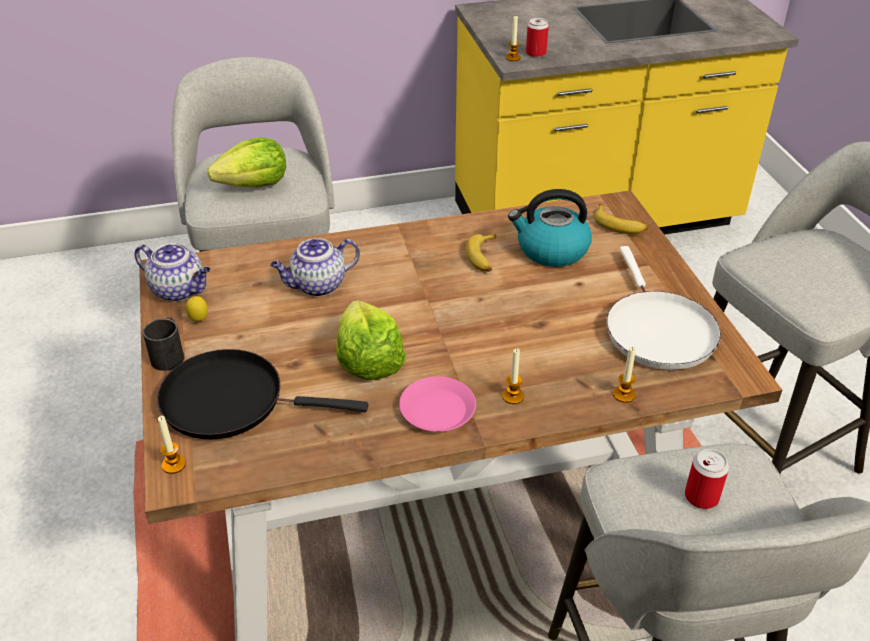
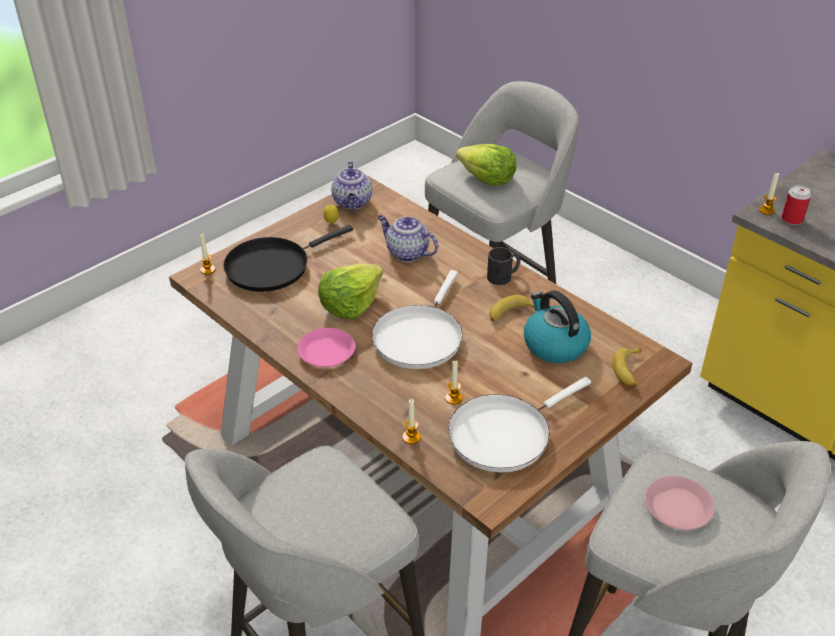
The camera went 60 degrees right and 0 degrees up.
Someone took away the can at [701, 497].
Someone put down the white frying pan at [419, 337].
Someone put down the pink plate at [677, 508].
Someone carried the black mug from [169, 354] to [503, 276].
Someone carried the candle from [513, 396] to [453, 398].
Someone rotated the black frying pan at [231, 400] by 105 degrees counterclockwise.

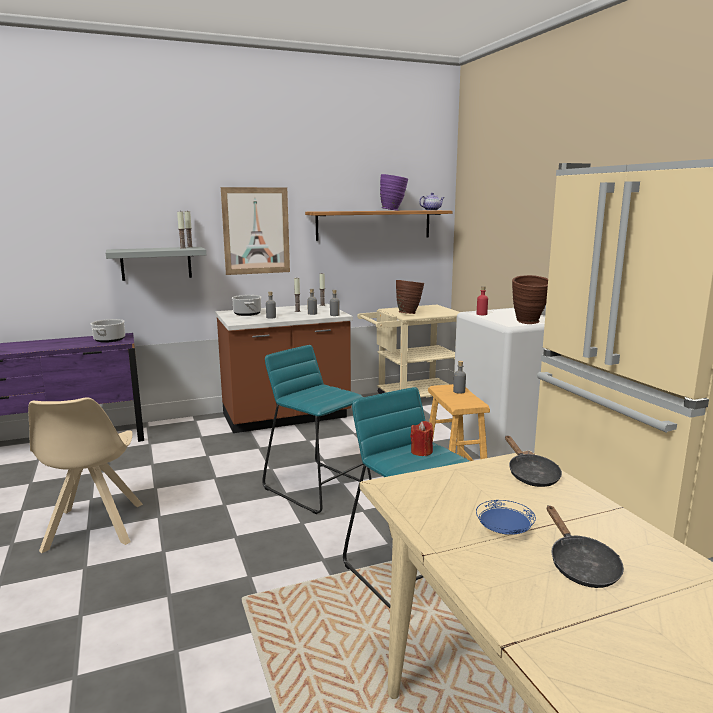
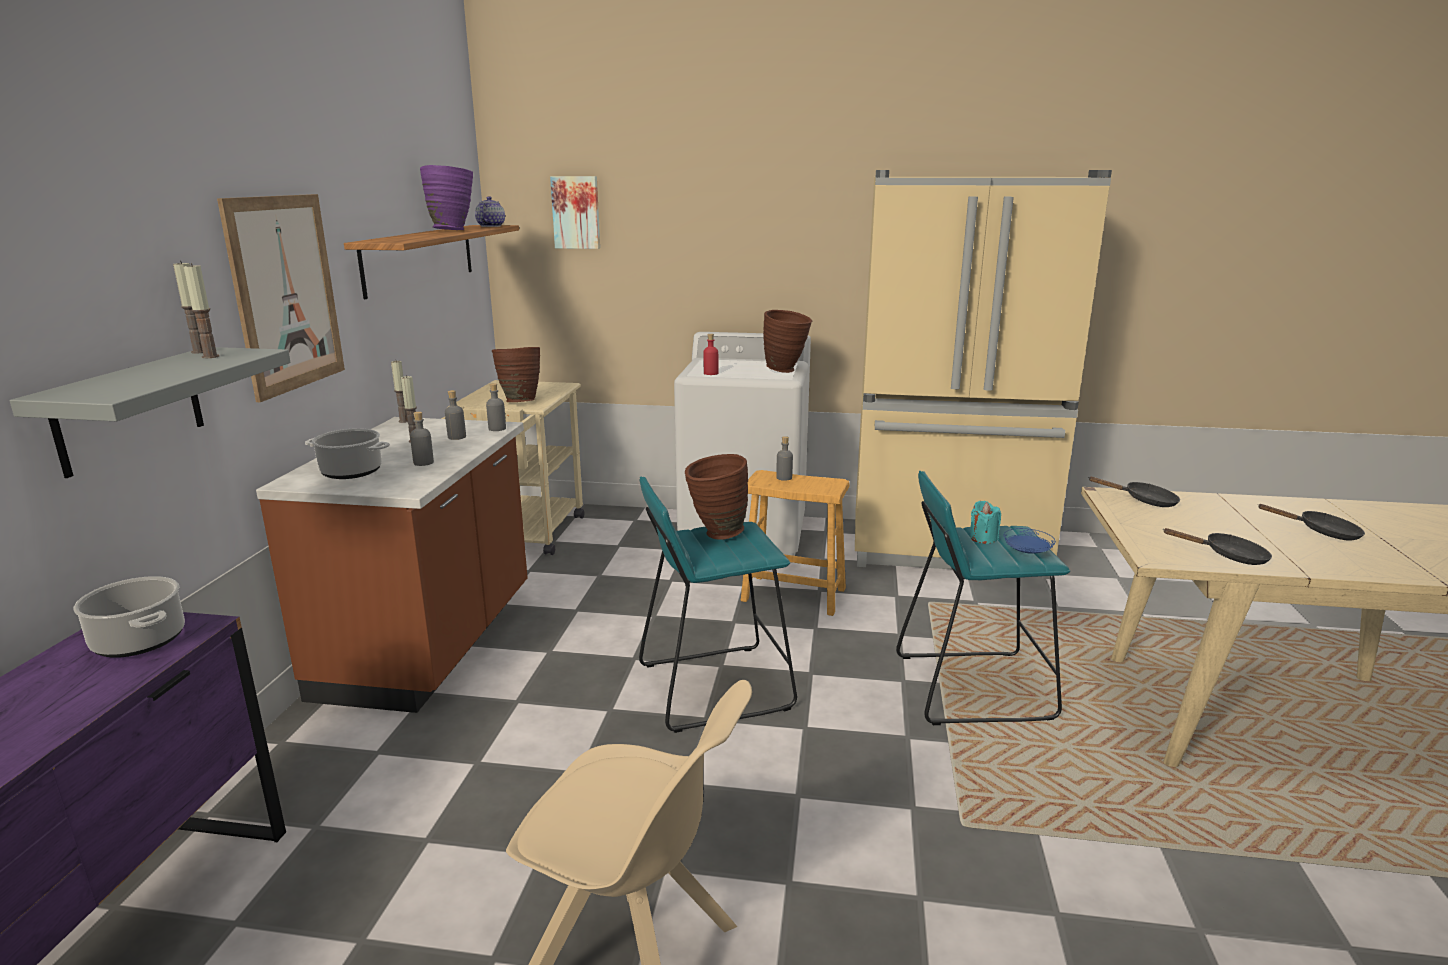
The camera went 60 degrees left and 5 degrees up.
Someone put up the picture at [576, 212].
Someone put down the brown vase at [716, 534].
Someone put down the black frying pan at [1228, 556].
Someone carried the blue plate from [504, 531] to [1026, 553].
Someone repainted the red candle at [421, 452], which became the turquoise candle at [983, 538].

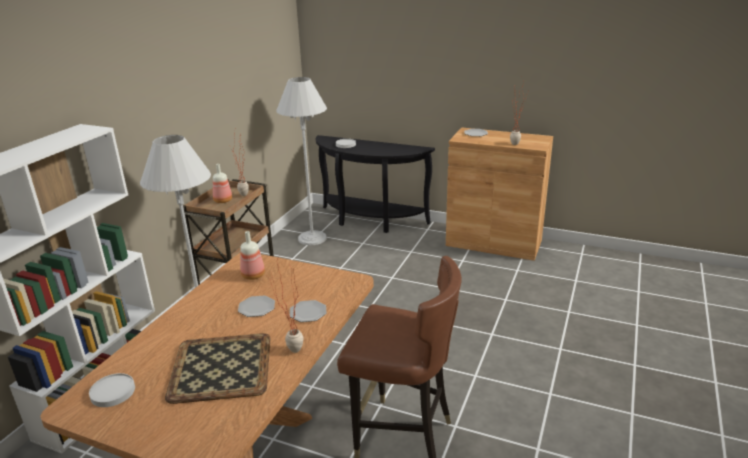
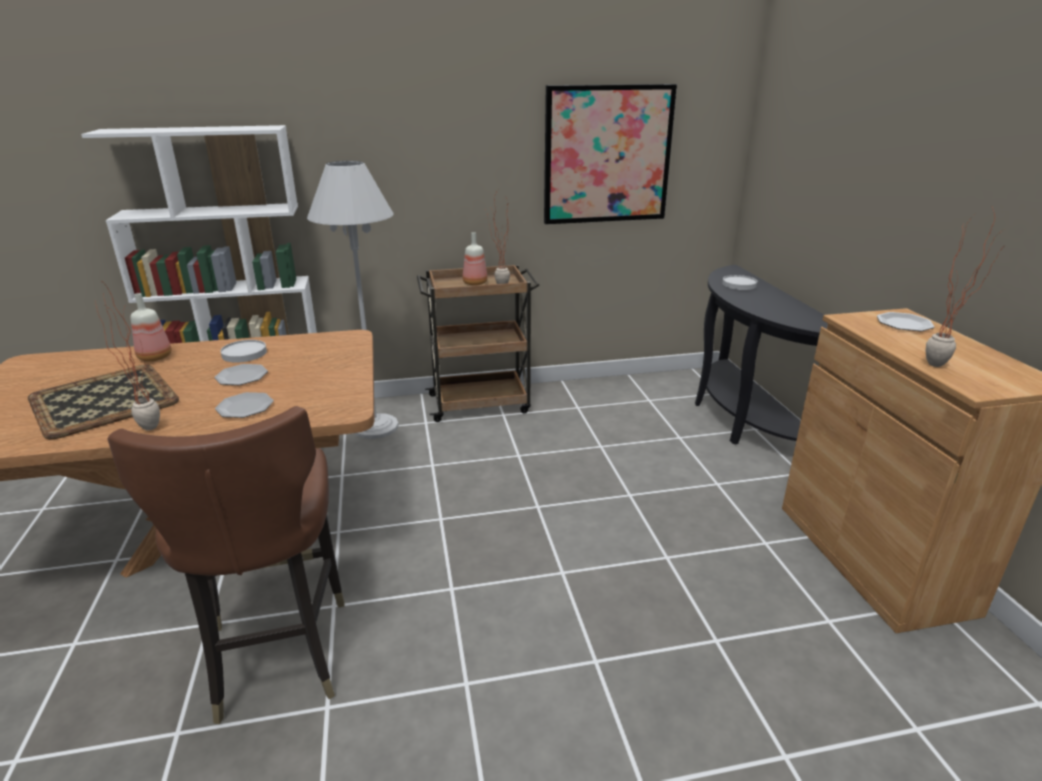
The camera went 55 degrees right and 0 degrees up.
Someone took away the white floor lamp at [312, 238].
Someone put up the picture at [607, 155].
Someone carried the white plate from [112, 392] to [244, 353].
Someone carried the bottle from [254, 275] to [156, 357].

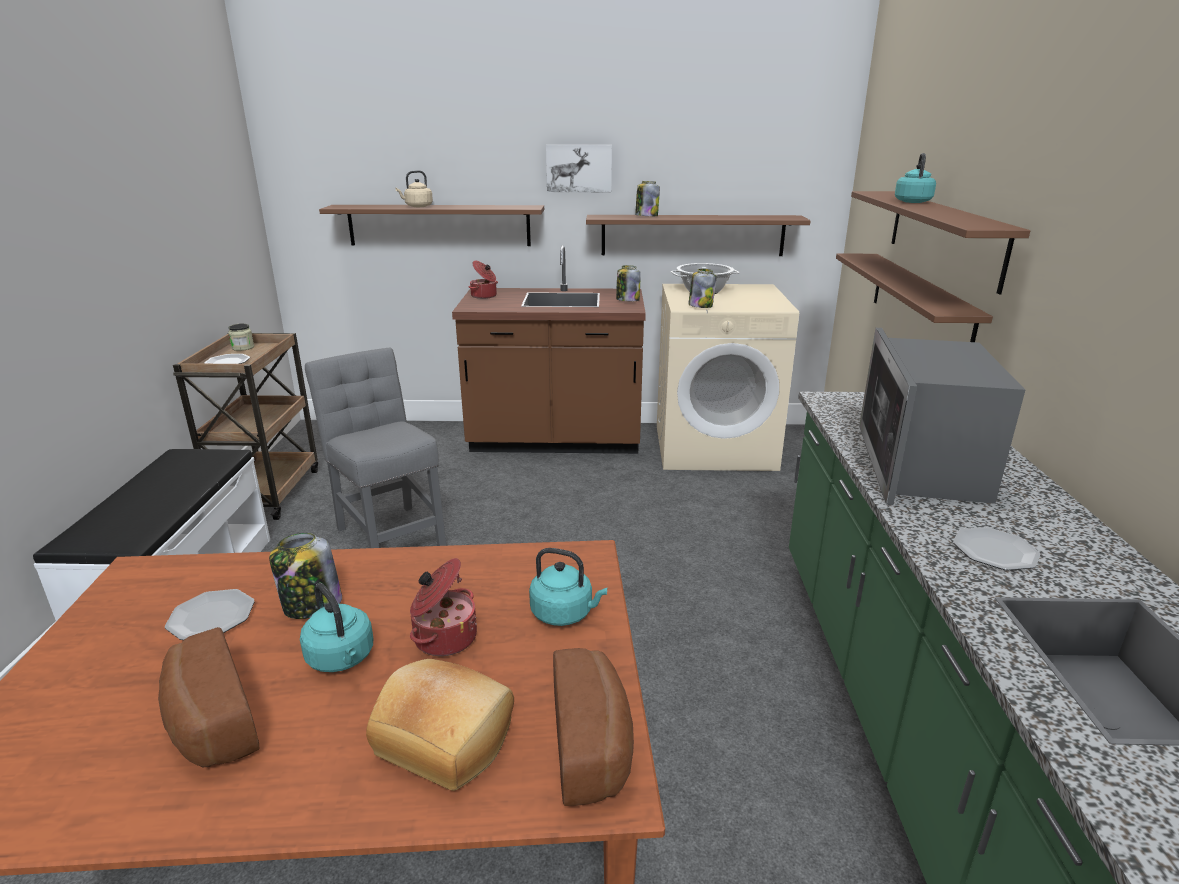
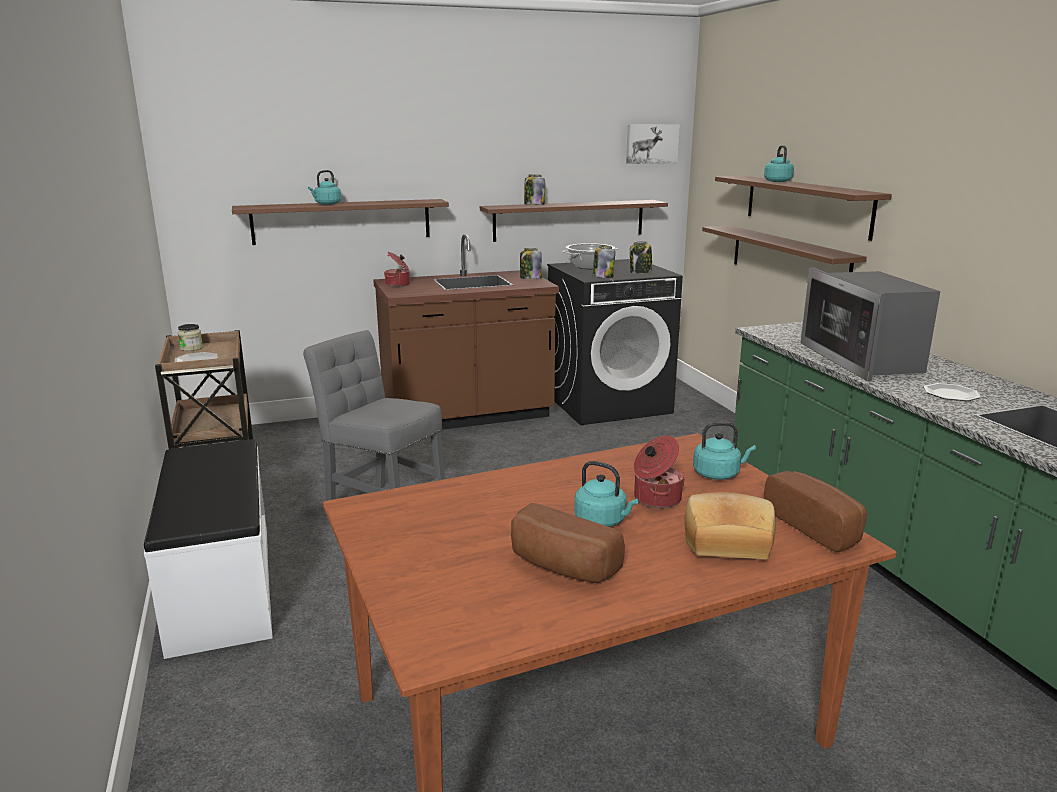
The camera went 20 degrees left and 5 degrees down.
Someone took away the plate at [211, 617].
Someone carried the jar from [311, 605] to [640, 272].
Someone carried the picture from [579, 168] to [651, 143].
Someone repainted the beige kettle at [417, 206], which became the turquoise kettle at [326, 204].
Someone repainted the beige washing machine at [715, 447], which became the black washing machine at [608, 403].

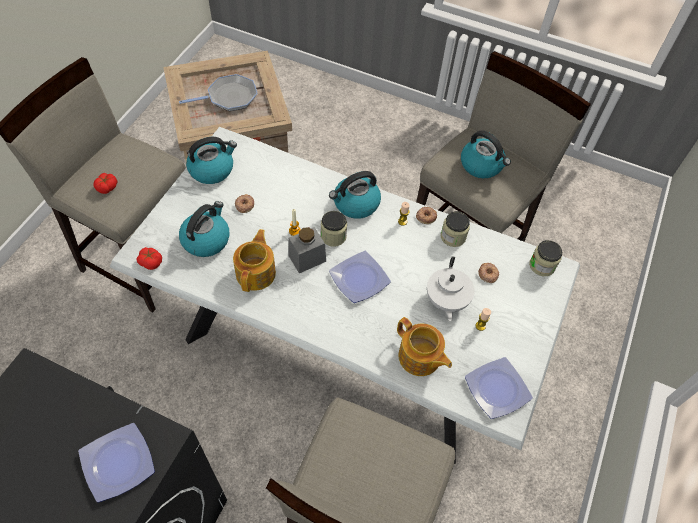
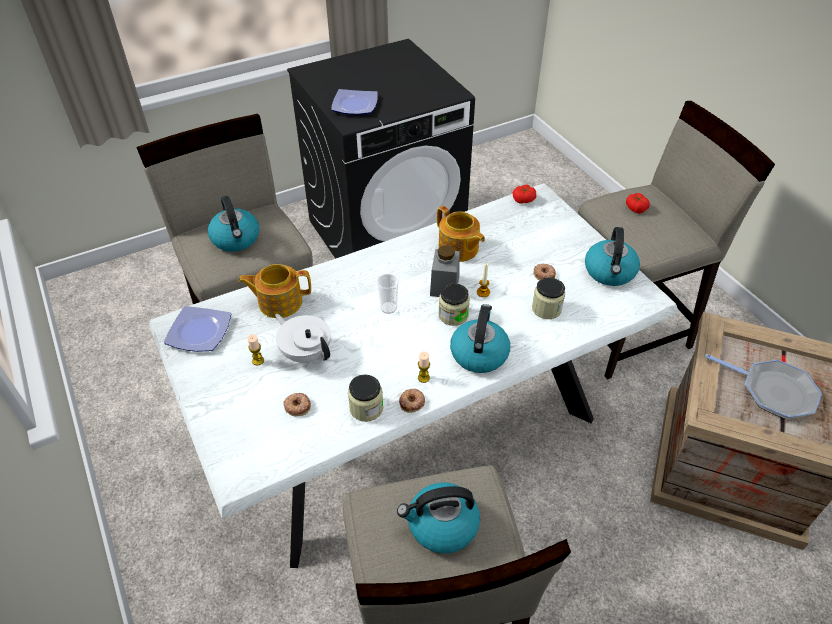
The camera went 130 degrees right and 10 degrees down.
Someone carried the kettle from [206, 239] to [236, 239].
Someone carried the jar from [542, 265] to [546, 309].
Someone swapped the plate at [360, 279] for the cup at [388, 308].
Someone rotated the frying pan at [229, 97] by 75 degrees counterclockwise.

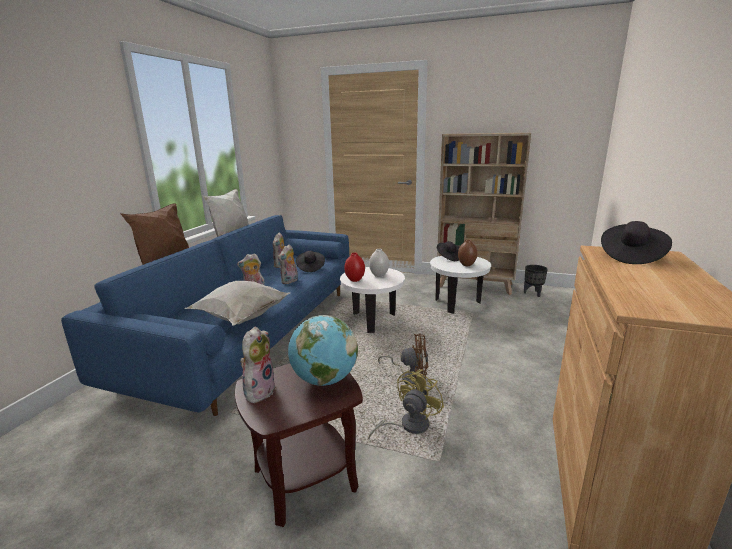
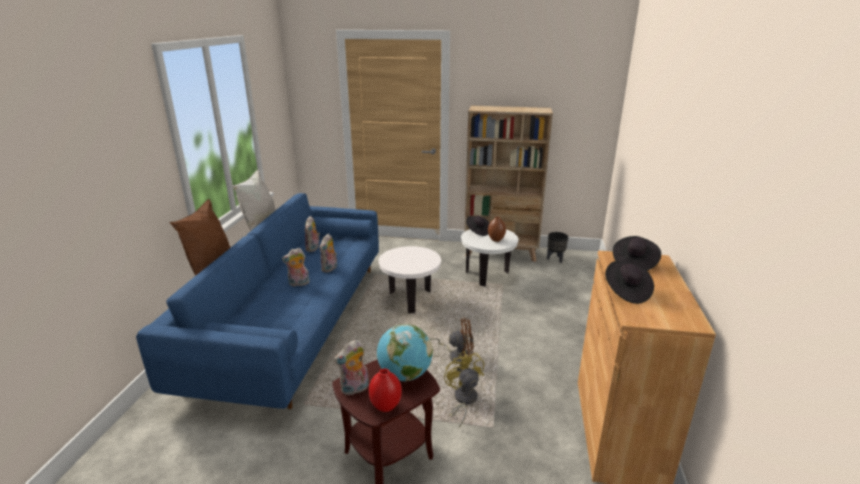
The camera went 10 degrees left and 5 degrees up.
Someone took away the white pillow at [241, 318].
Someone took away the white vase at [378, 275].
Someone carried the black hat from [310, 268] to [626, 292].
Someone carried the red vase from [355, 280] to [385, 407].
Someone rotated the plush toy at [259, 391] by 135 degrees counterclockwise.
Someone rotated the yellow fan at [408, 426] by 45 degrees counterclockwise.

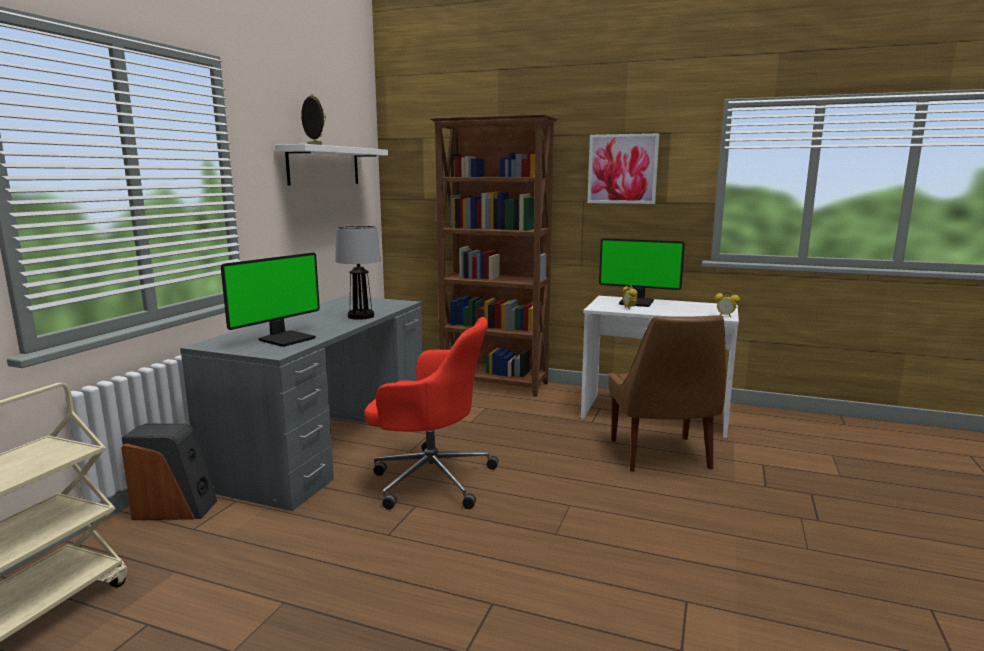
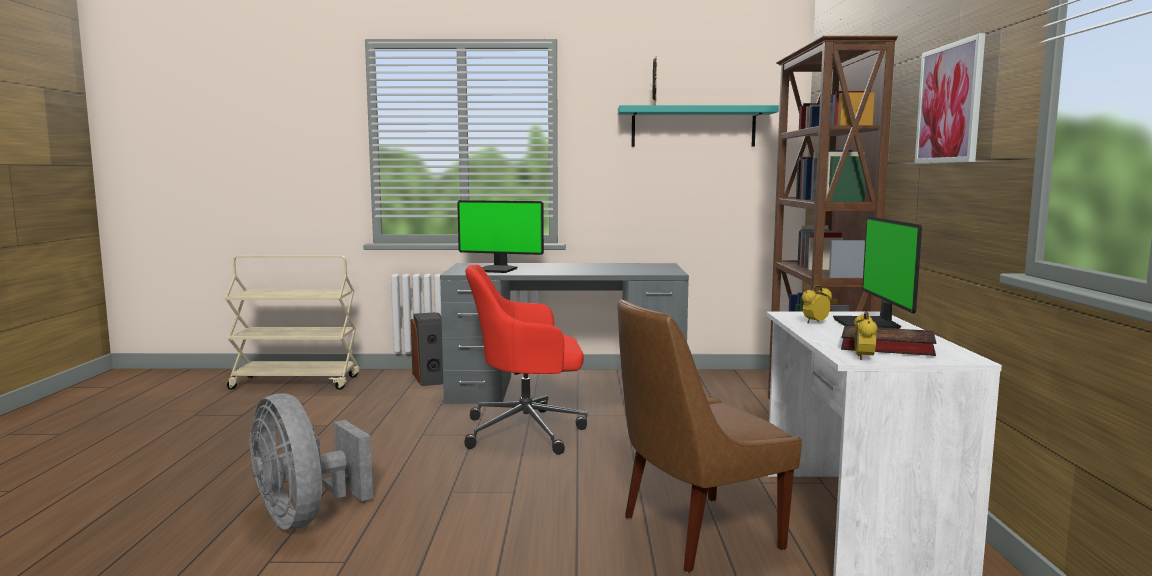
The camera went 70 degrees right and 5 degrees down.
Someone took away the table lamp at [361, 316].
Someone put down the grey fan at [305, 517].
Someone put down the book at [884, 347].
Someone repainted the white shelf at [324, 166], which became the turquoise shelf at [693, 127].
Someone rotated the red office chair at [430, 478] by 90 degrees clockwise.

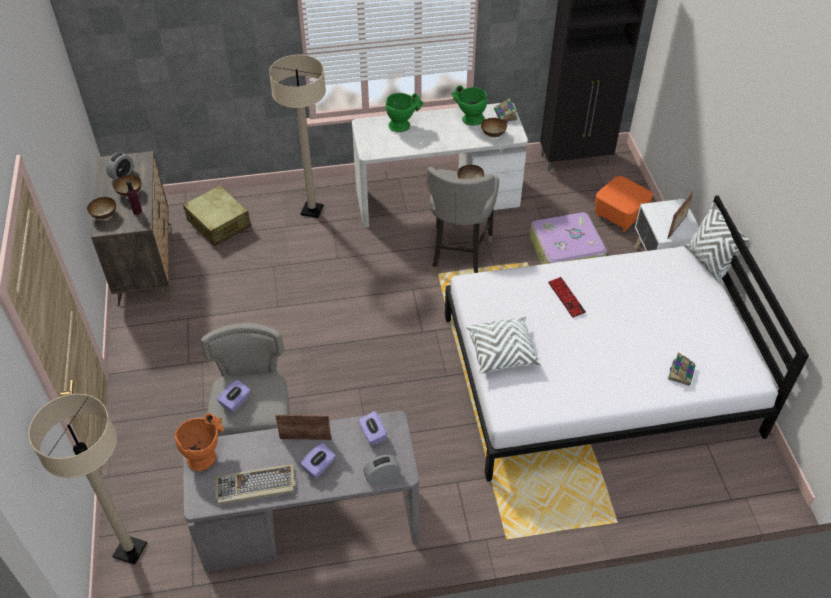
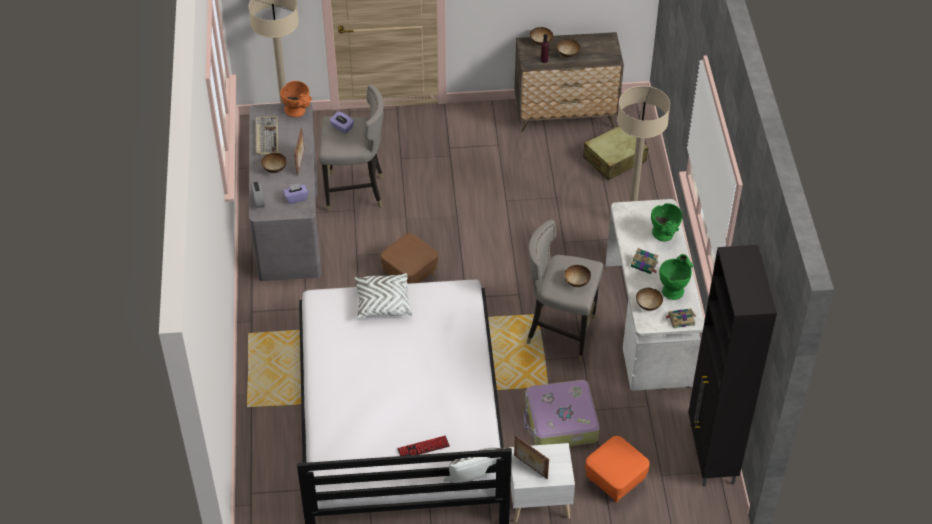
The camera went 95 degrees right and 0 degrees up.
Someone took away the alarm clock at [122, 174].
Someone put down the brown ottoman at [409, 273].
Someone carried the keyboard from [566, 297] to [423, 448].
Someone carried the book from [681, 372] to [644, 265].
Someone swapped the purple tissue box at [319, 466] for the bowl at [275, 169].

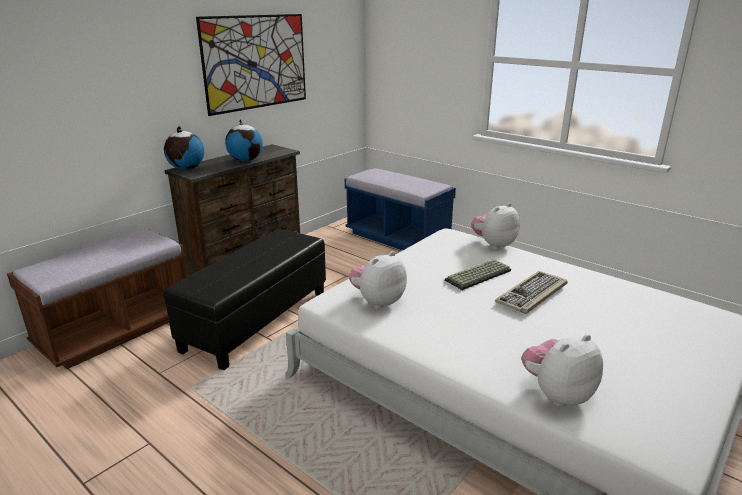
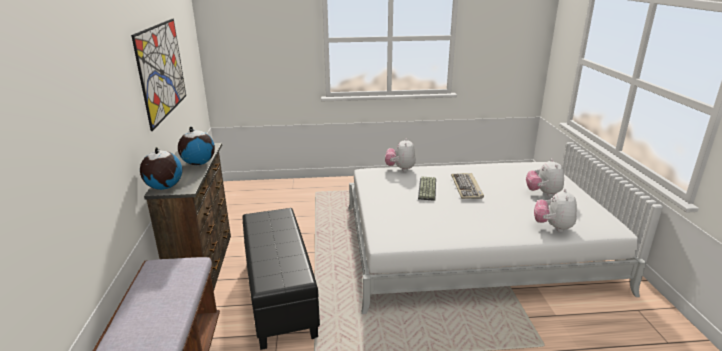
The camera went 45 degrees left and 0 degrees up.
Someone took away the blue bench at [397, 238].
Someone carried the plush toy from [377, 301] to [543, 193].

